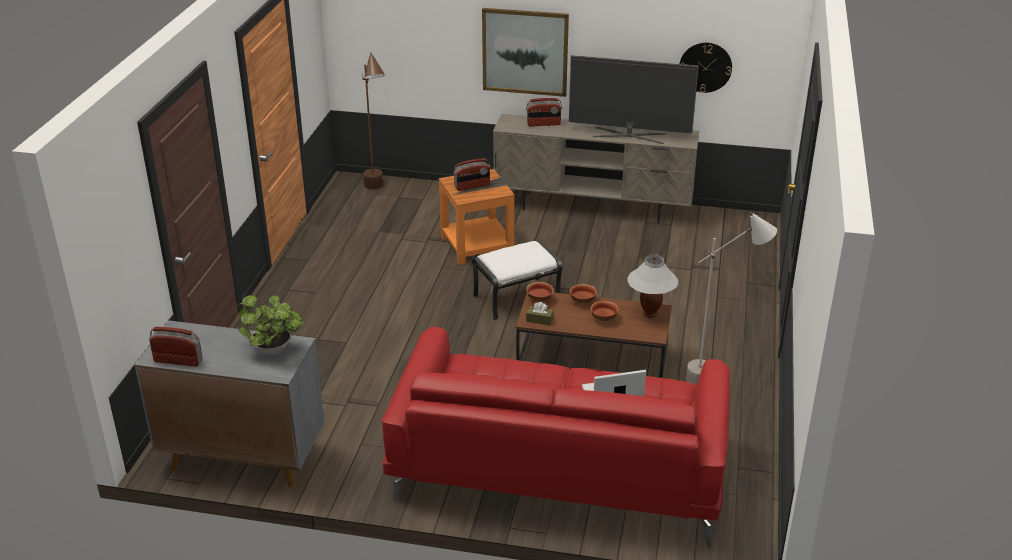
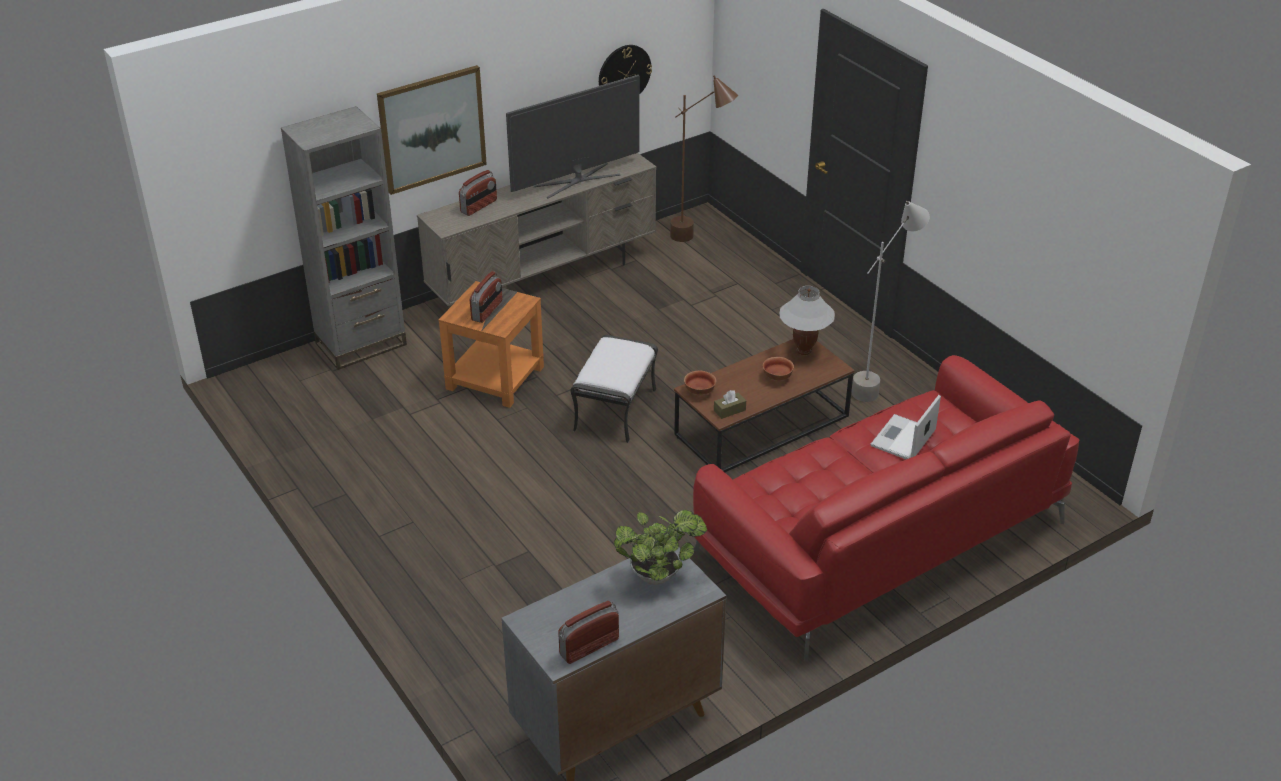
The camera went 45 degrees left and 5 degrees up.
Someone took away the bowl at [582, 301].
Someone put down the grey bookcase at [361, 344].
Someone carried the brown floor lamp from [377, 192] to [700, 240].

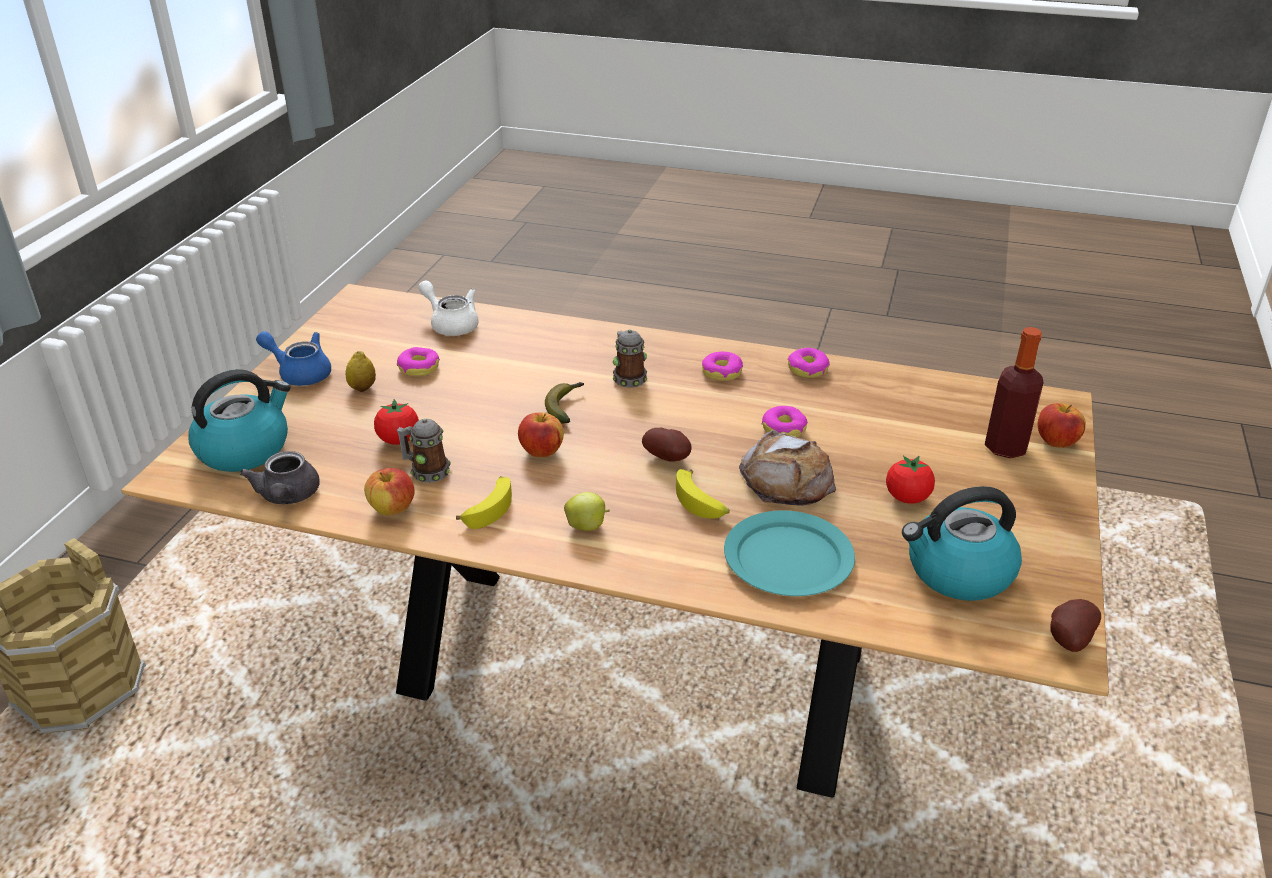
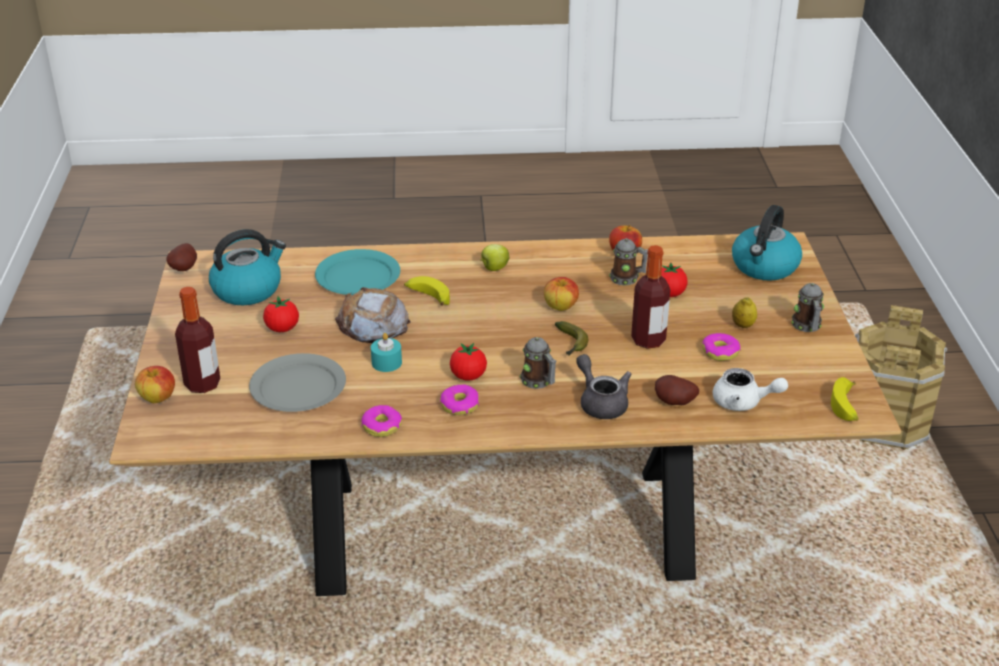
The camera went 160 degrees right and 0 degrees up.
Someone put down the grey plate at [297, 387].
Someone put down the tomato at [468, 376].
Someone put down the bottle at [648, 340].
Someone carried the grey teapot from [287, 497] to [601, 402].
Someone carried the banana from [489, 507] to [846, 407].
Someone carried the potato from [668, 458] to [674, 403].
Someone swapped the blue teapot at [300, 373] for the mug at [807, 327].
Someone swapped the donut at [784, 429] for the turquoise candle at [386, 362].

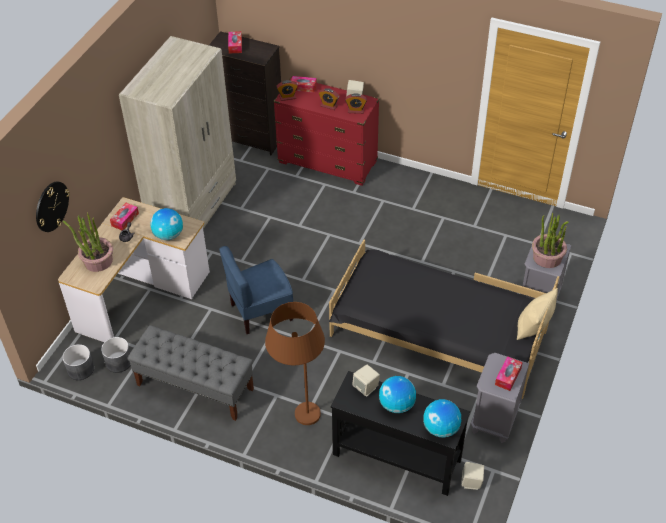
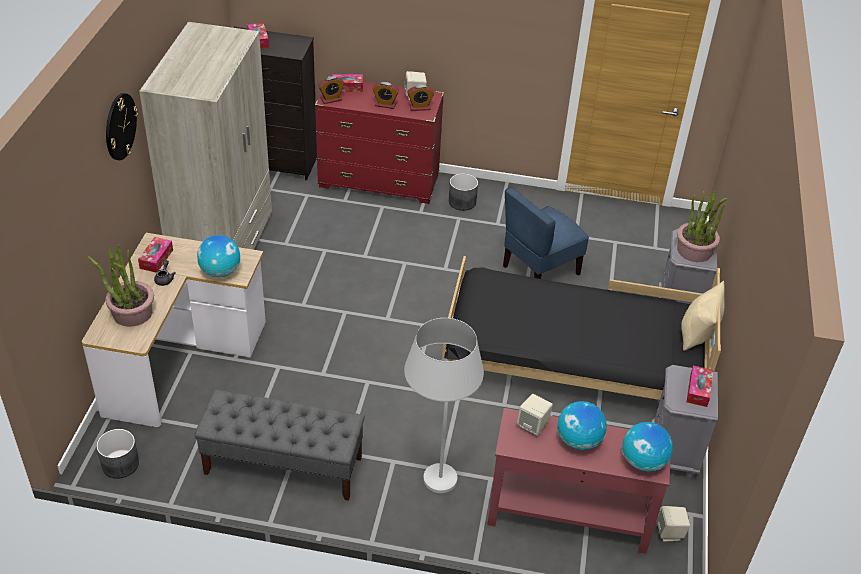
The camera went 15 degrees left and 5 degrees down.
Someone carried the wall clock from [51, 206] to [120, 126].
Someone carried the grey planter from [118, 362] to [462, 202].
Someone carried the blue chair from [260, 312] to [540, 270].
Someone repainted the brown floor lamp at [300, 425], which became the white floor lamp at [435, 494].
Someone repainted the black console table at [396, 457], which became the red console table at [567, 515].

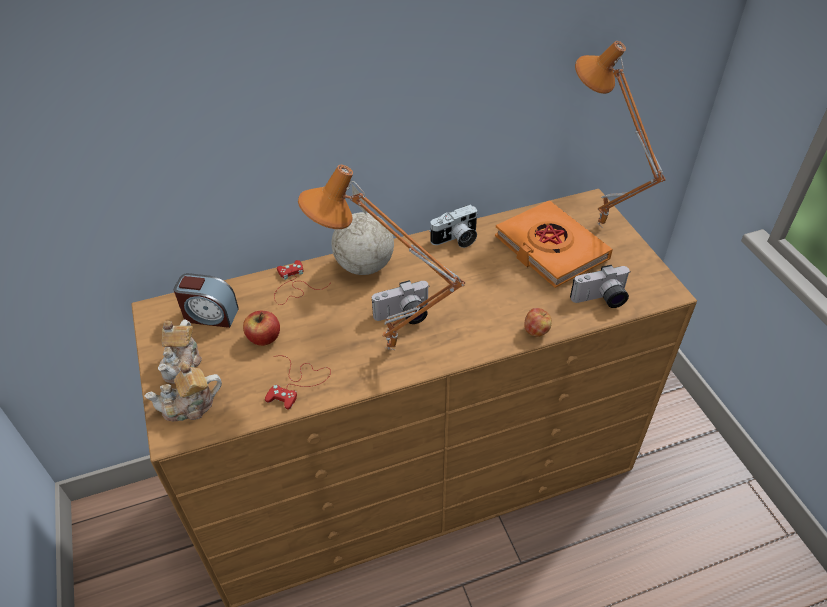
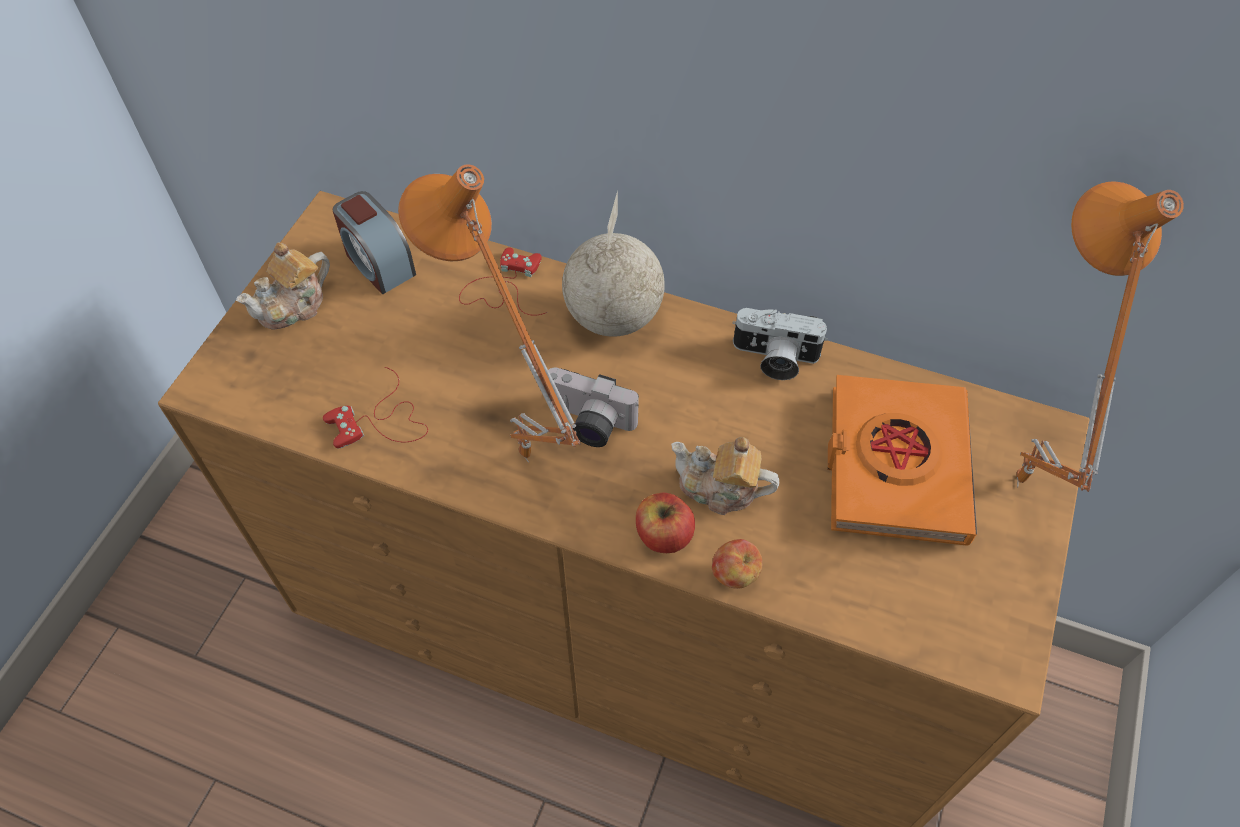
The camera went 40 degrees right and 10 degrees up.
Someone took away the photo camera at [601, 300].
Someone carried the teapot from [190, 406] to [719, 489].
Someone carried the apple from [264, 338] to [663, 535].

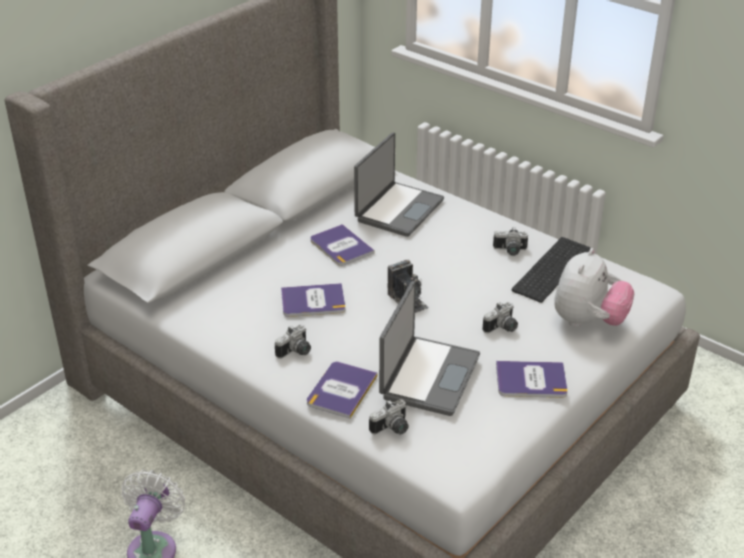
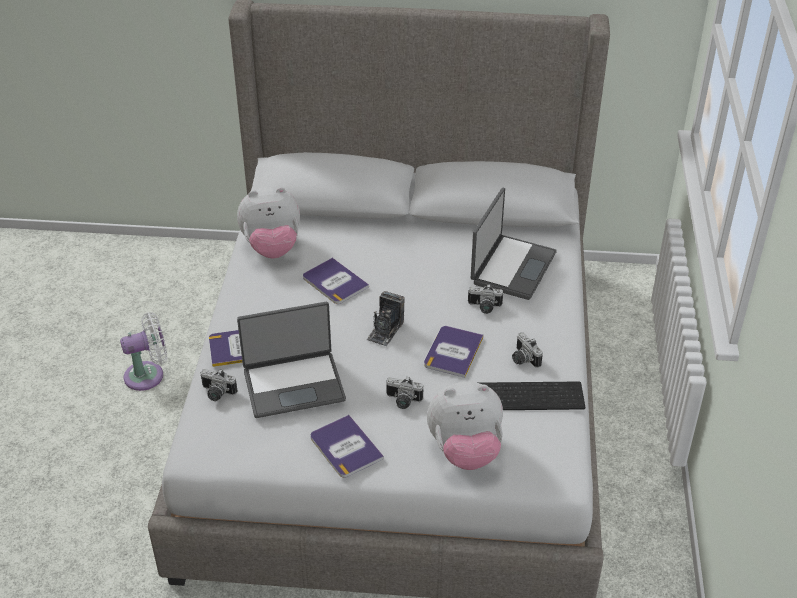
The camera went 55 degrees right and 5 degrees up.
Someone put down the plush toy at [272, 248].
Someone carried the photo camera from [296, 352] to [484, 307].
Someone carried the book from [341, 246] to [453, 352].
Someone rotated the laptop at [398, 210] by 60 degrees counterclockwise.

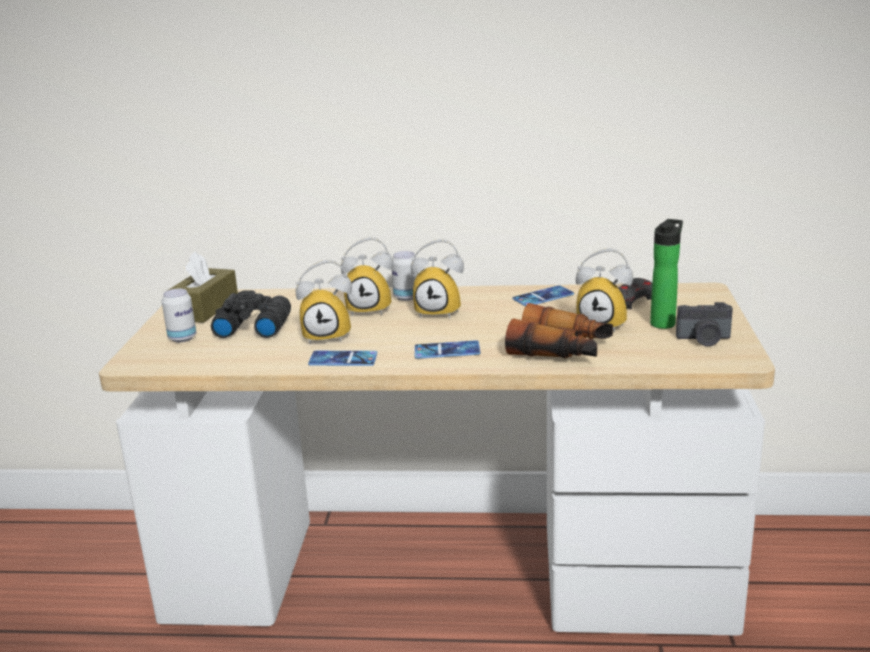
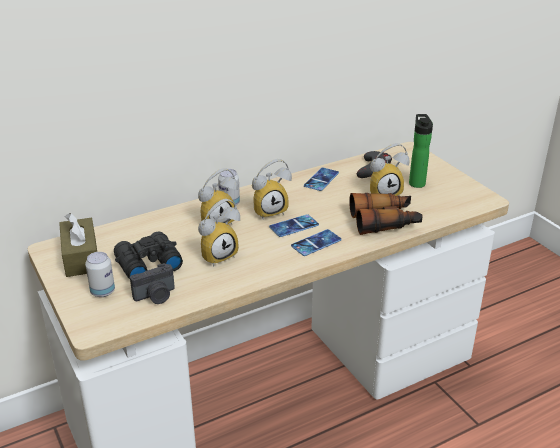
The camera went 35 degrees left and 10 degrees up.
Someone carried the phone from [343, 359] to [294, 226].
Someone carried the photo camera from [704, 340] to [156, 296].

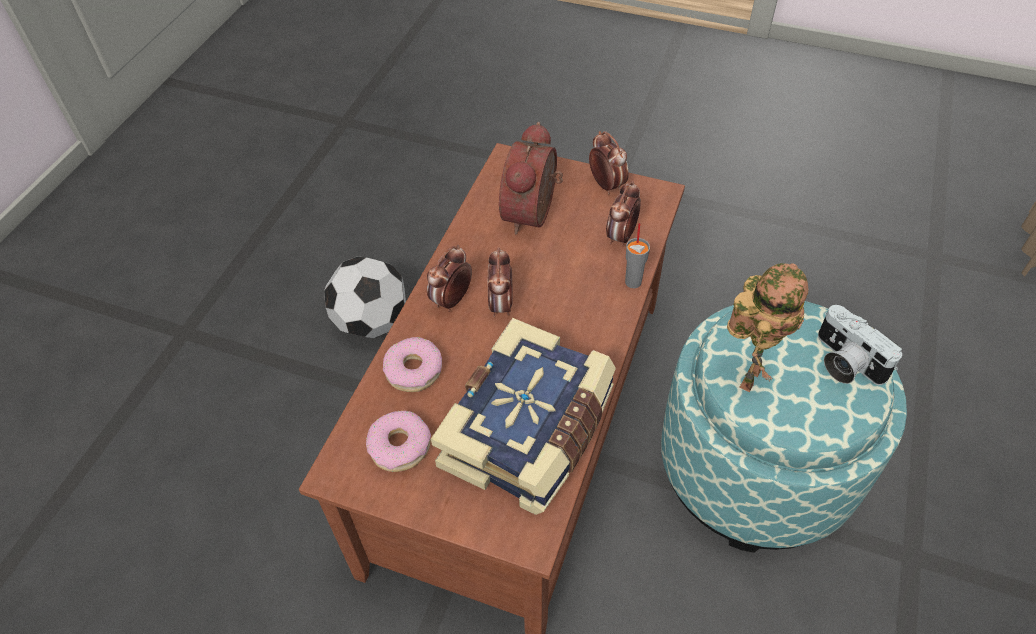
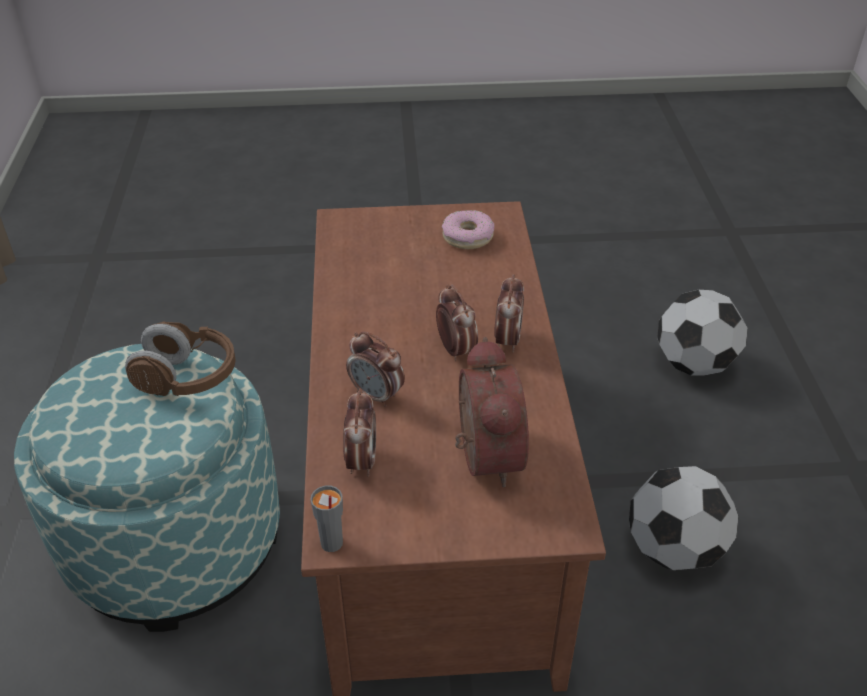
The camera went 155 degrees right and 10 degrees down.
Someone took away the donut at [413, 370].
Someone took away the book at [530, 431].
Someone took away the photo camera at [844, 362].
Someone put down the football at [694, 364].
Someone carried the alarm clock from [606, 185] to [377, 395].
Someone carried the grey cup from [633, 281] to [331, 543].
Someone swapped the toy robot at [747, 375] for the brown headphones at [186, 378].

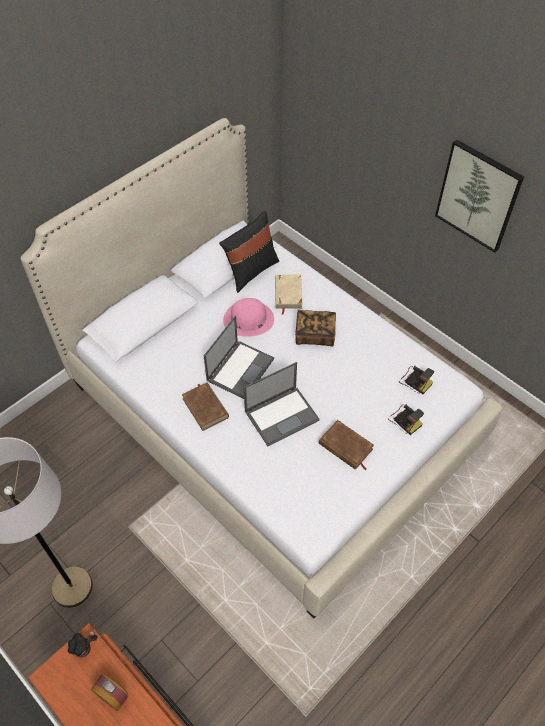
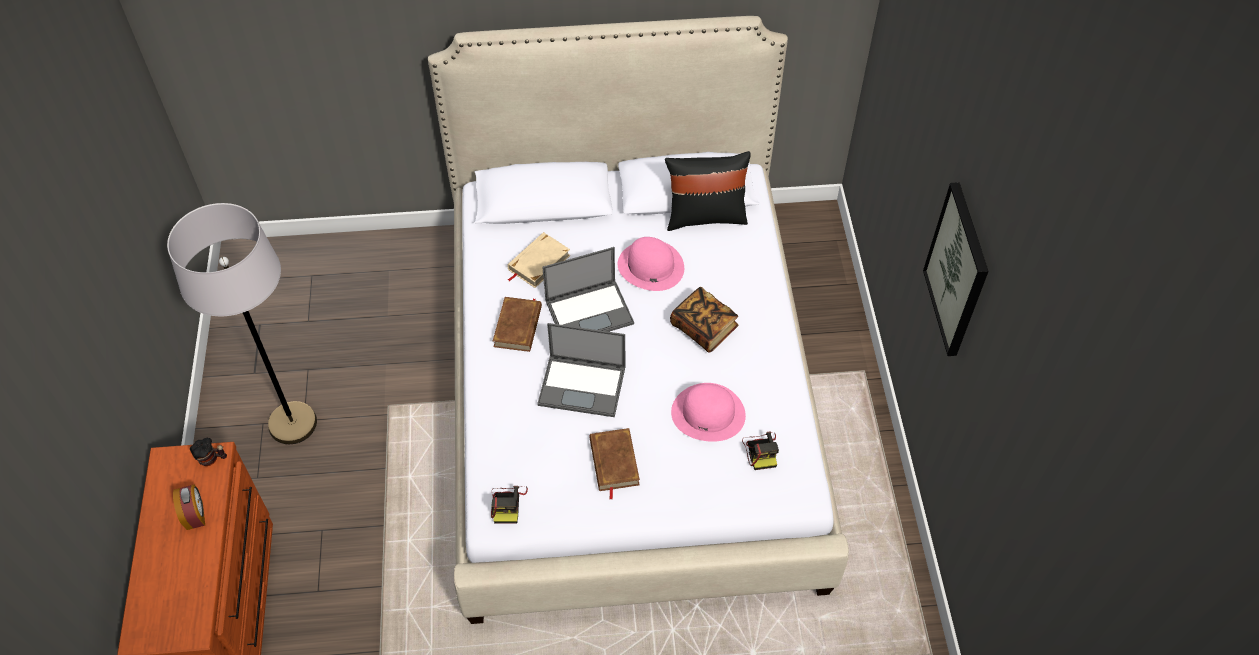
The camera went 40 degrees right and 0 degrees up.
Someone put down the pink hat at [708, 413].
Someone carried the beige book from [288, 294] to [538, 262].
Someone carried the photo camera from [405, 420] to [508, 504].

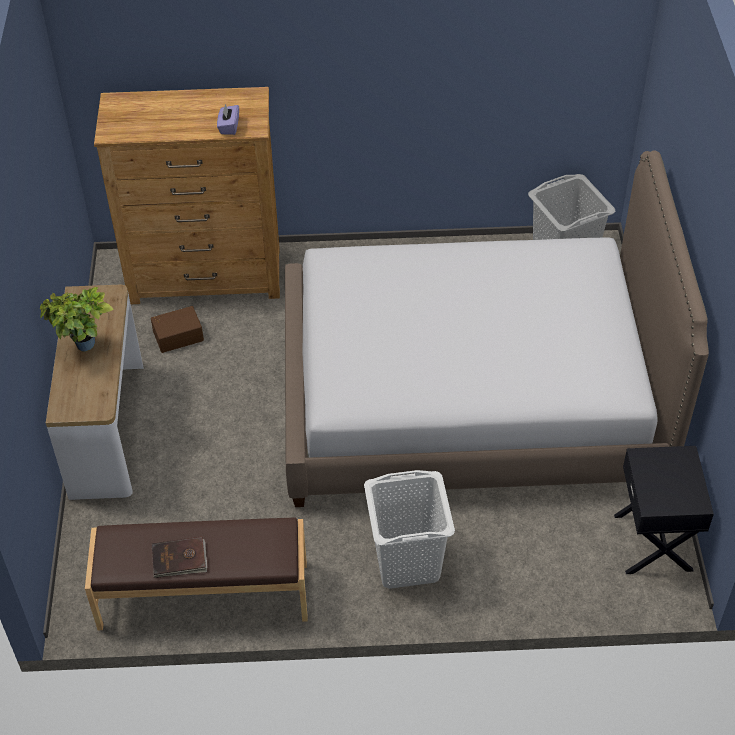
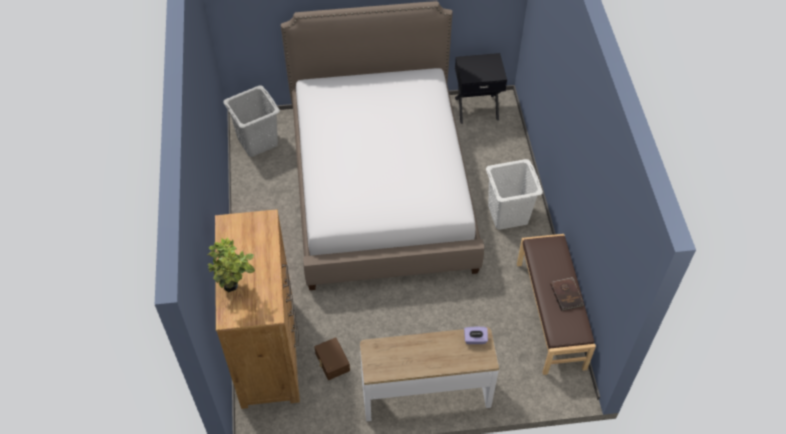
The camera went 95 degrees left and 5 degrees up.
Someone carried the potted plant from [83, 349] to [235, 287].
Someone carried the purple tissue box from [229, 127] to [475, 339].

